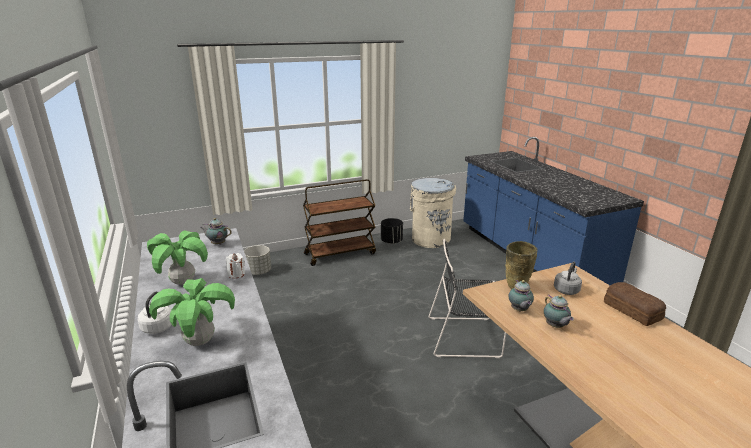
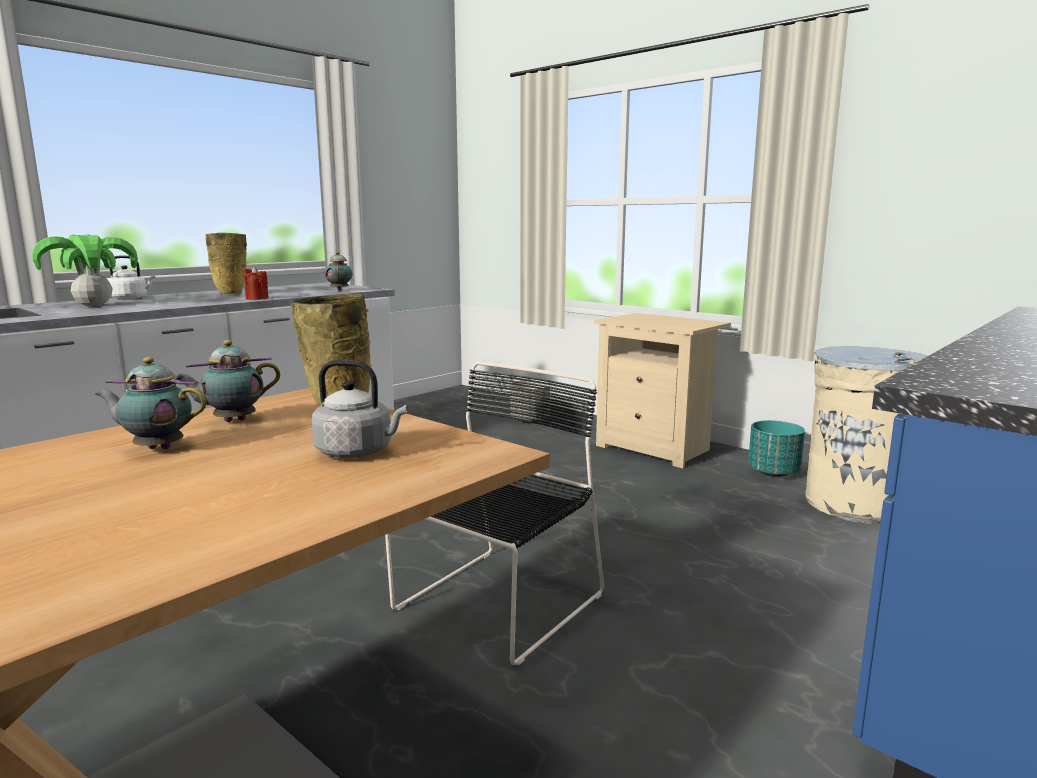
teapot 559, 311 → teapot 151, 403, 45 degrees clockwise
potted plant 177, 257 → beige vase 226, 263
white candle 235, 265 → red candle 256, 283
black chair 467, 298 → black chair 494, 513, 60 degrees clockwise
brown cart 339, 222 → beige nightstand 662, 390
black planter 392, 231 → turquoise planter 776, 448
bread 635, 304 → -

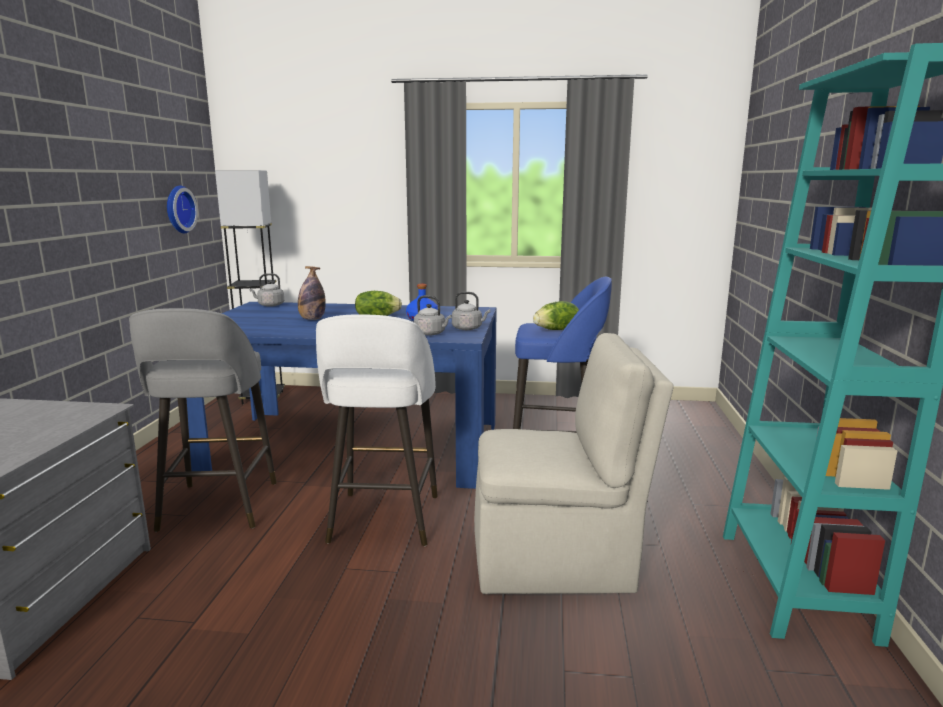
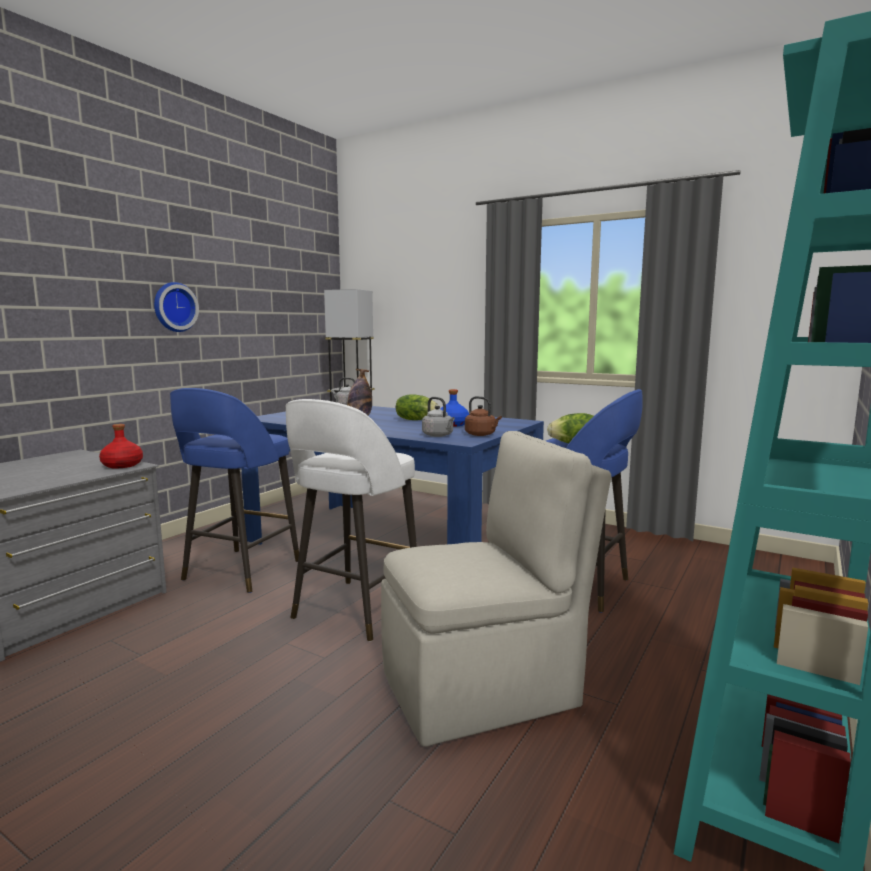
- → red bottle 121, 446
wall clock 182, 209 → wall clock 176, 307, shifted
grey stool 203, 420 → blue stool 234, 490
beige chair 574, 463 → beige chair 496, 589, 45 degrees counterclockwise
grey kettle 471, 311 → brown kettle 483, 416

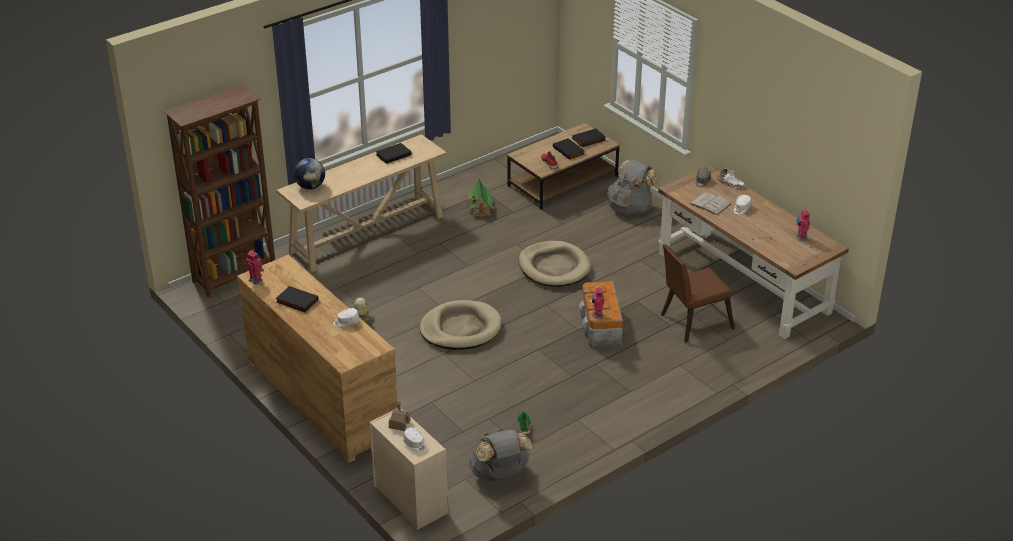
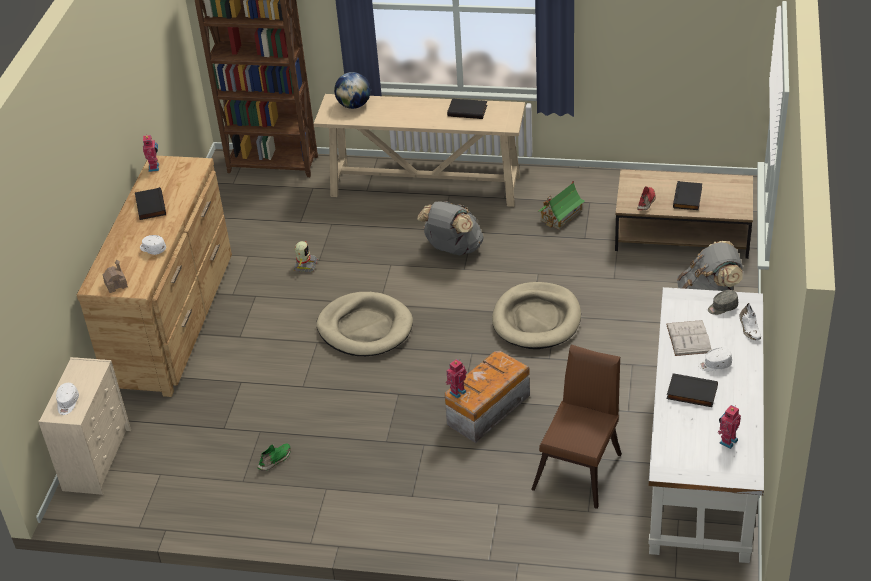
toy house 399, 416 → toy house 115, 276, shifted
grey backpack 501, 455 → grey backpack 450, 228, shifted
brown chair 698, 293 → brown chair 576, 427, 90 degrees clockwise
brown desk 753, 252 → white desk 706, 425
black book 589, 137 → black book 692, 390, shifted

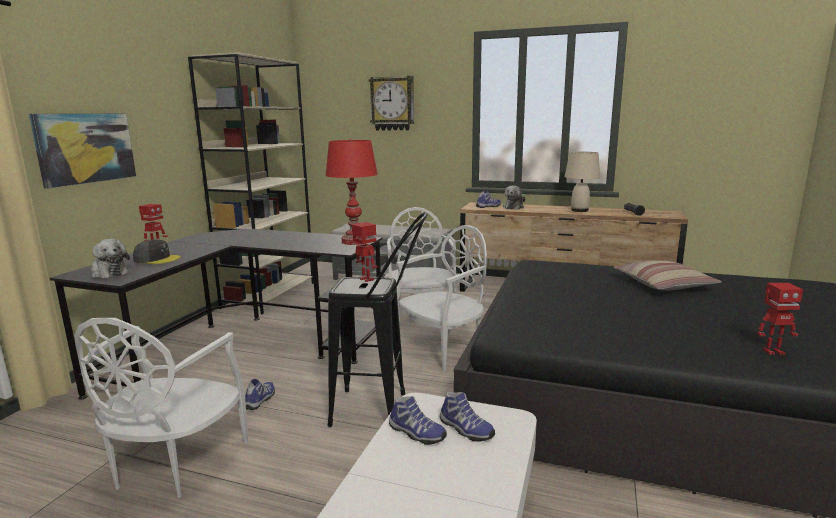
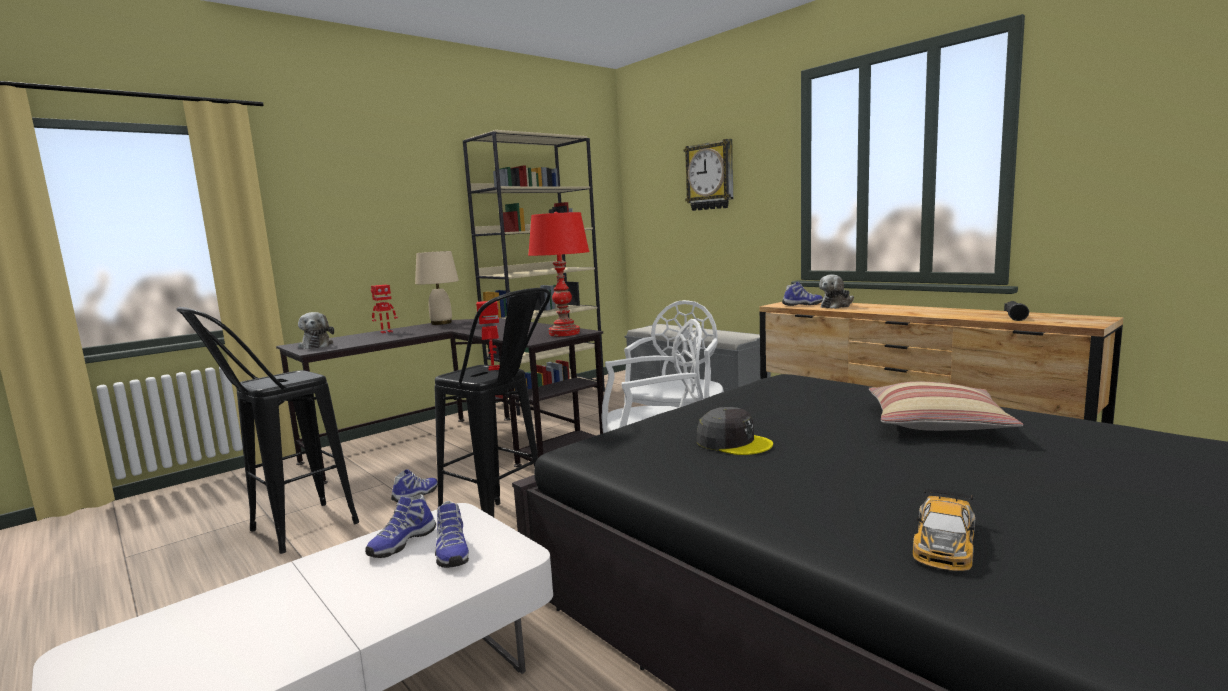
white chair 161, 408 → black stool 267, 430
shoe 418, 420 → shoe 400, 526, 60 degrees clockwise
beige table lamp 582, 182 → beige table lamp 437, 288, shifted
grey cap 157, 252 → grey cap 735, 431, shifted
toy robot 780, 319 → toy car 944, 529
picture 82, 151 → -

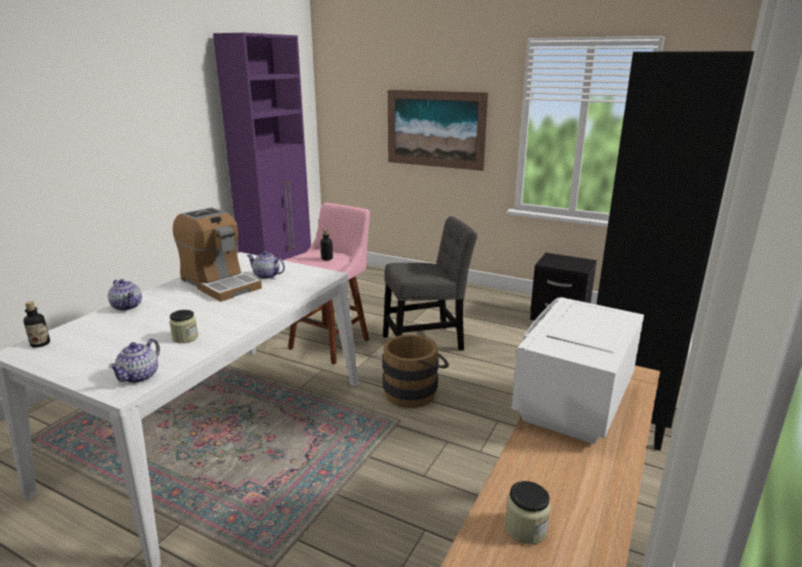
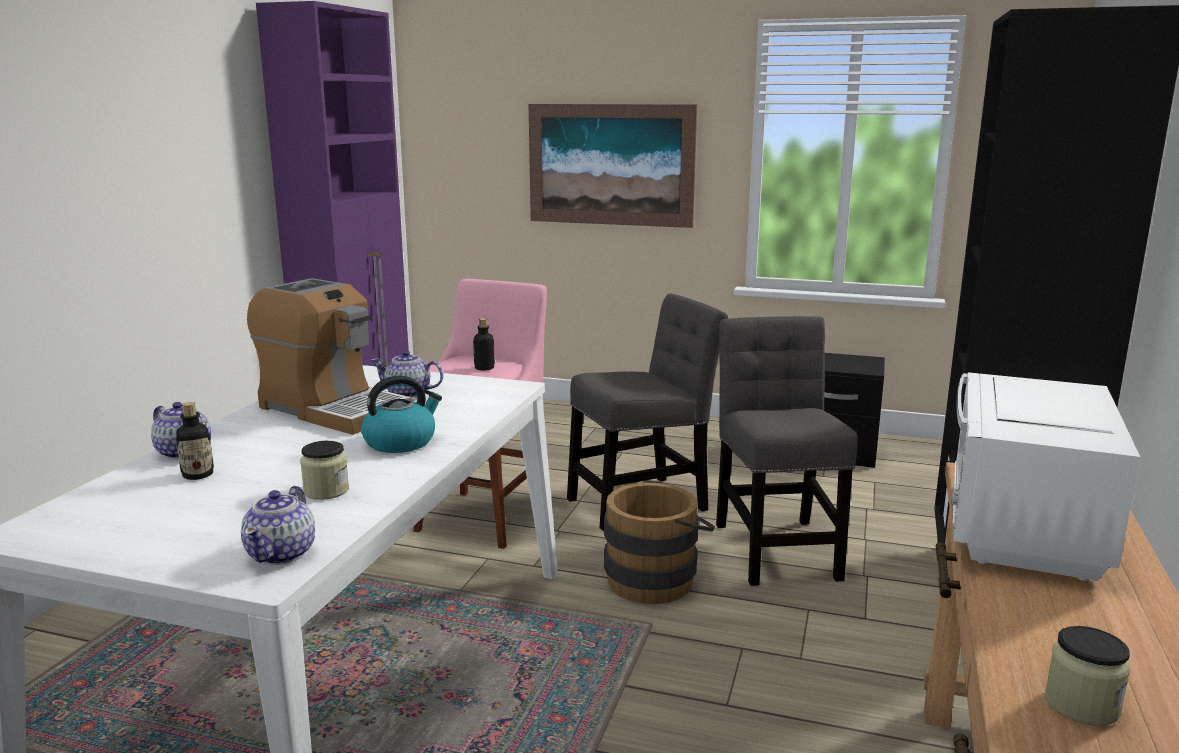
bottle 36, 324 → bottle 195, 441, shifted
- → kettle 401, 414
- → grey chair 787, 451

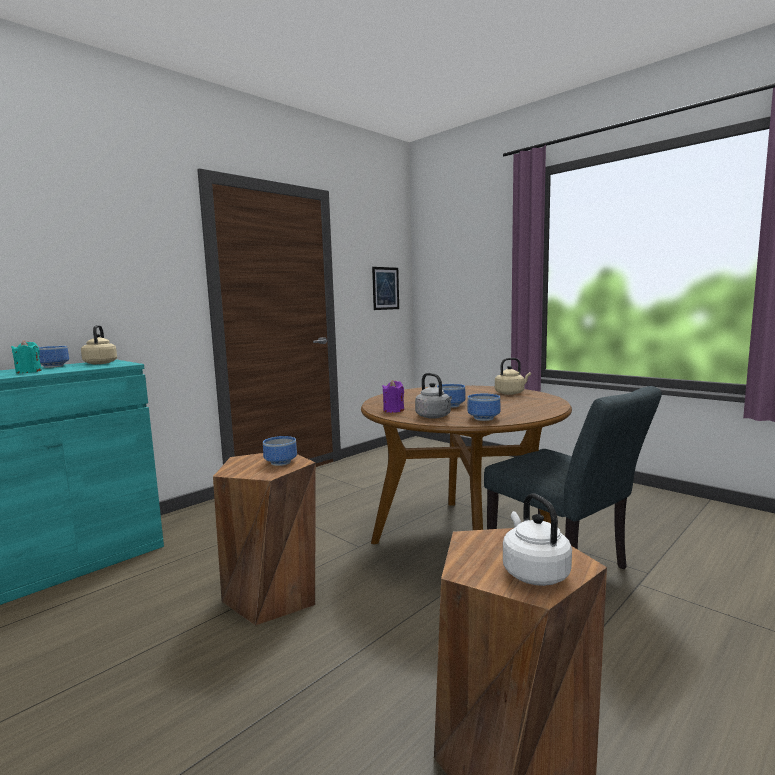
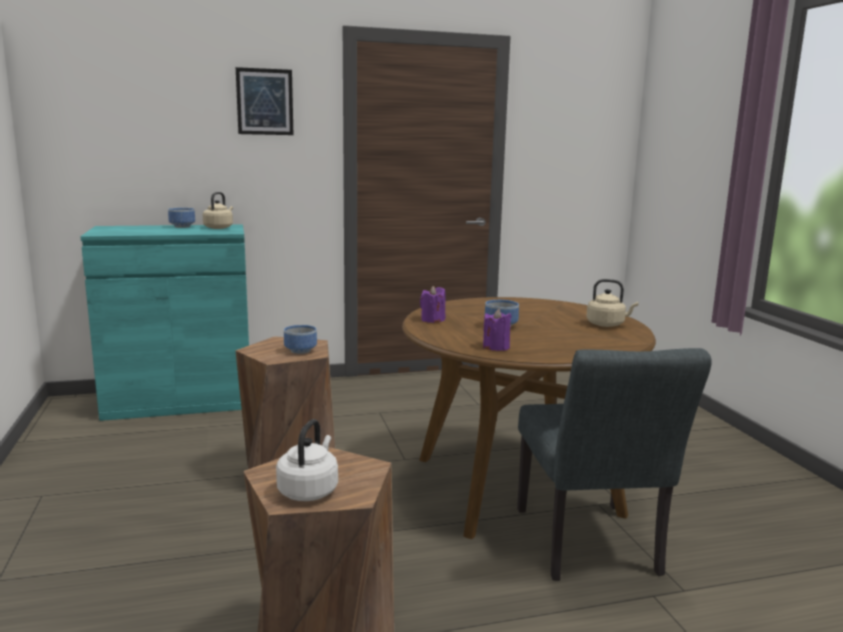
picture 385, 288 → picture 265, 101, shifted
bowl 484, 407 → purple candle 497, 330
turquoise candle 26, 357 → -
grey kettle 433, 396 → -

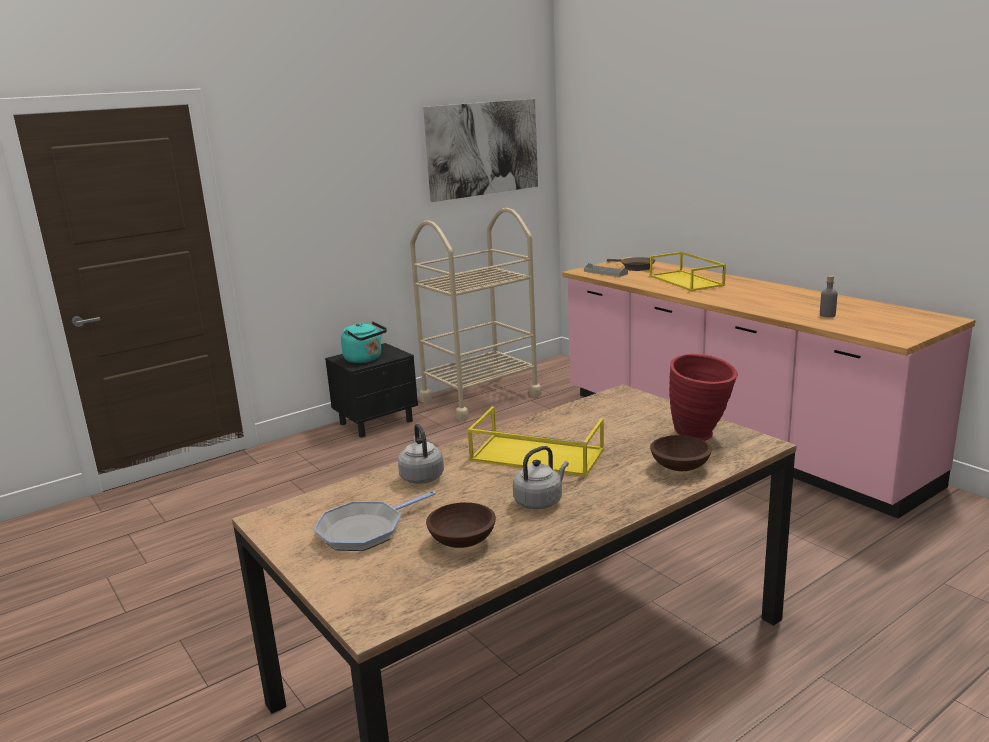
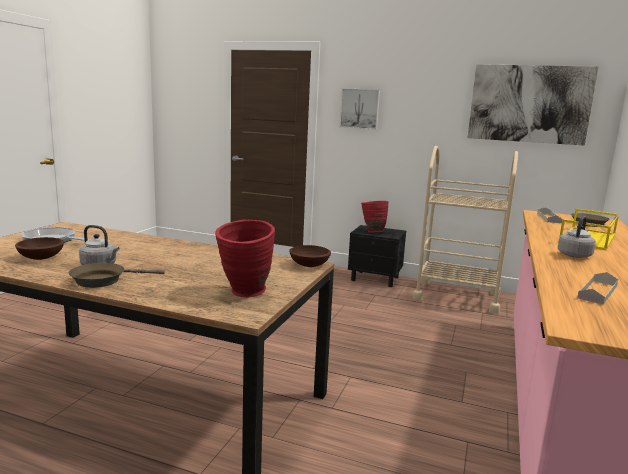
- → brown frying pan 116, 275
brown bowl 681, 453 → brown bowl 310, 256, shifted
- → picture 359, 109
turquoise kettle 364, 342 → red vase 375, 216
grey kettle 421, 453 → grey kettle 577, 237, shifted
grey bottle 829, 296 → grey tray 597, 288
yellow tray 535, 442 → -

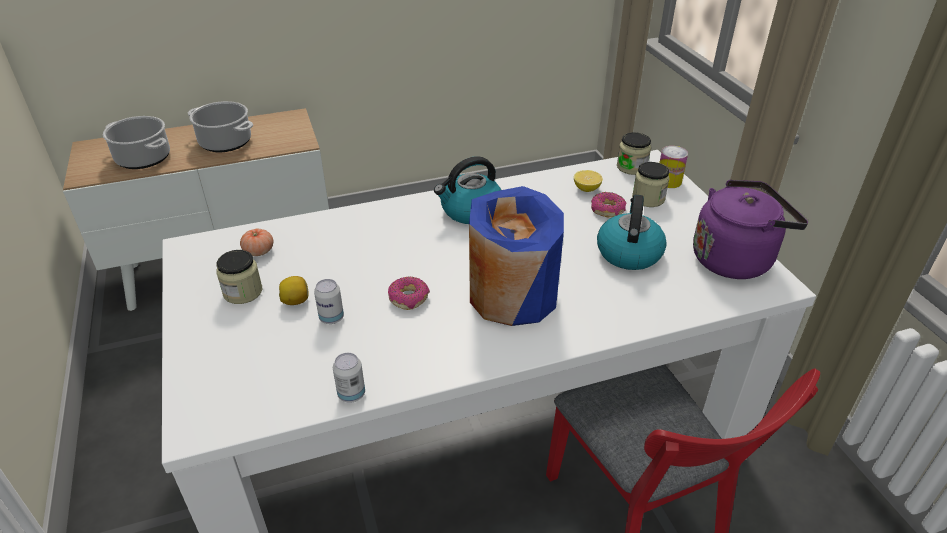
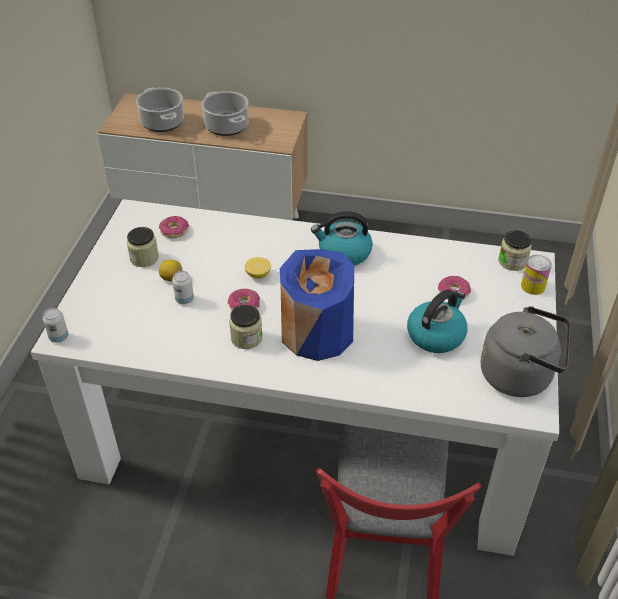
can 349, 378 → can 55, 325, shifted
tomato 257, 242 → donut 174, 227
jar 650, 184 → jar 246, 327, shifted
lemon 588, 181 → lemon 258, 268, shifted
purple kettle 750, 229 → grey kettle 526, 351

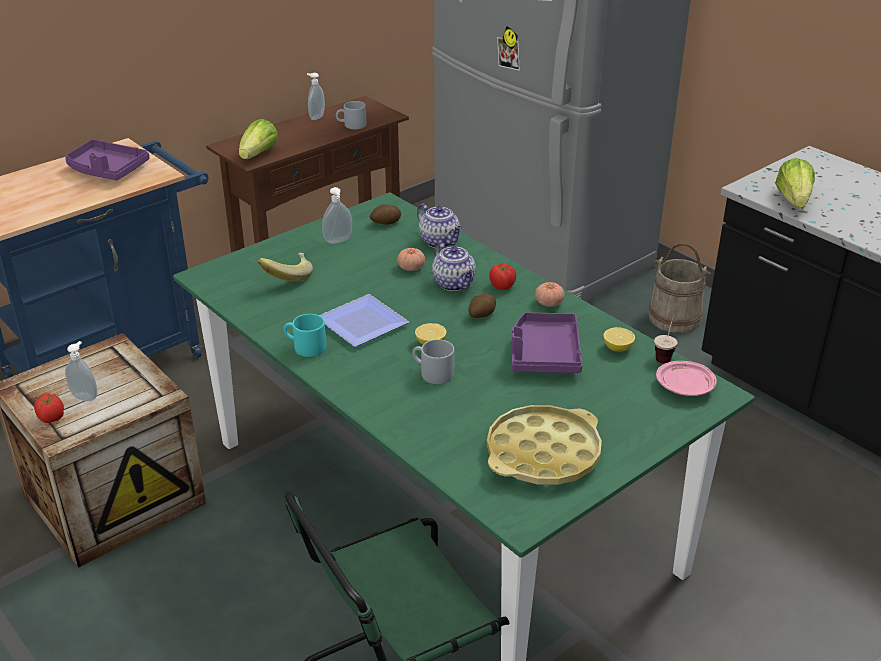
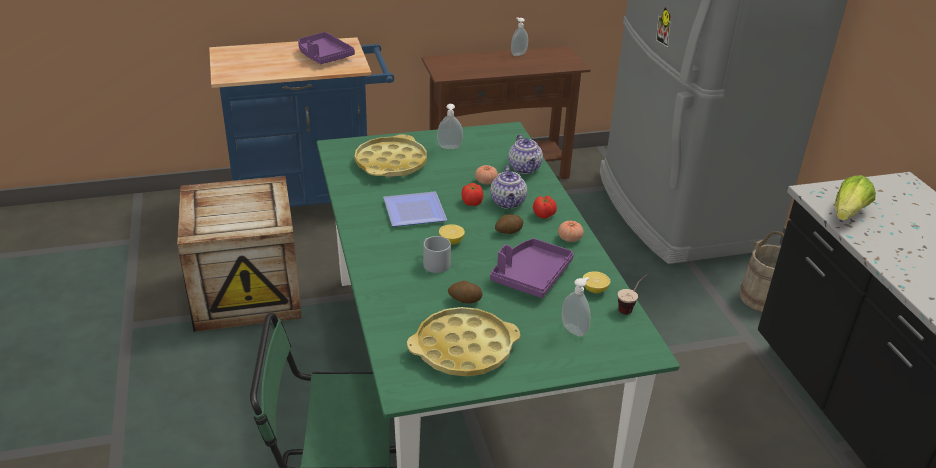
banana 285, 267 → yellow tray 391, 155
potato 385, 214 → potato 465, 292, shifted
tomato 49, 408 → tomato 472, 194, shifted
soap dispenser 81, 371 → soap dispenser 576, 306, shifted
lettuce 258, 139 → -
turquoise mug 304, 335 → -
grey mug 351, 115 → -
pink plate 686, 378 → -

